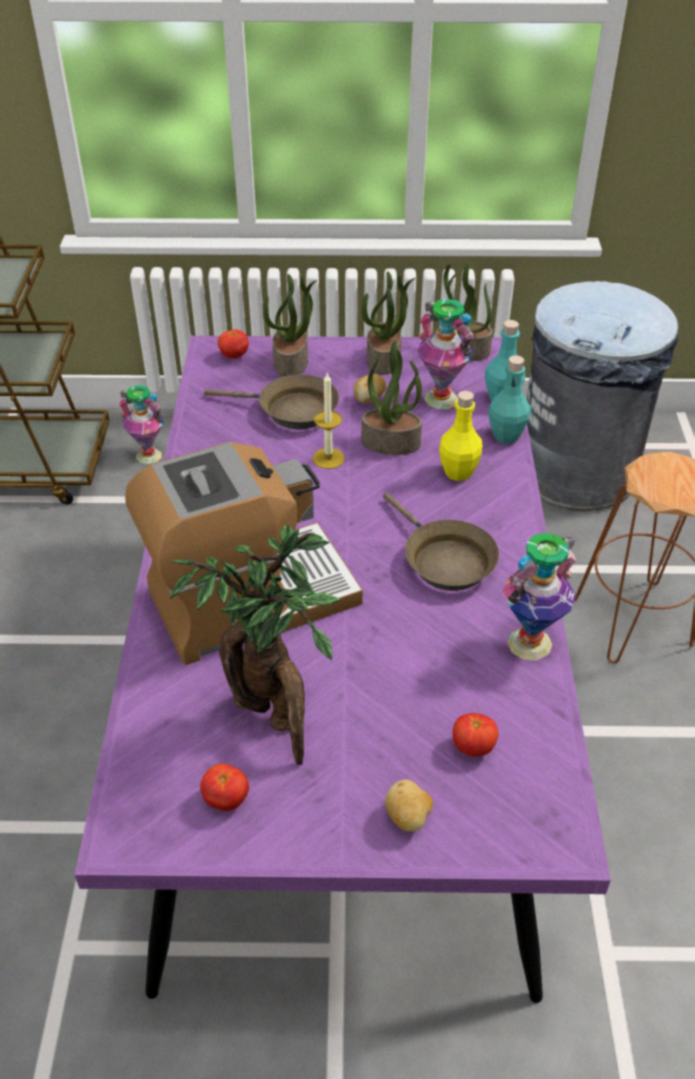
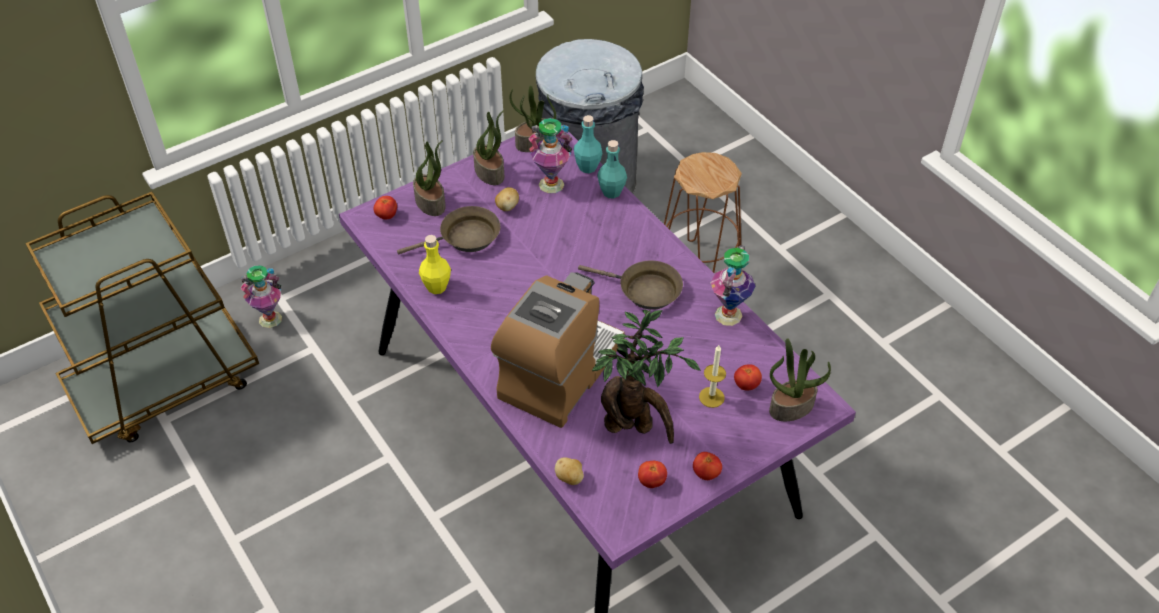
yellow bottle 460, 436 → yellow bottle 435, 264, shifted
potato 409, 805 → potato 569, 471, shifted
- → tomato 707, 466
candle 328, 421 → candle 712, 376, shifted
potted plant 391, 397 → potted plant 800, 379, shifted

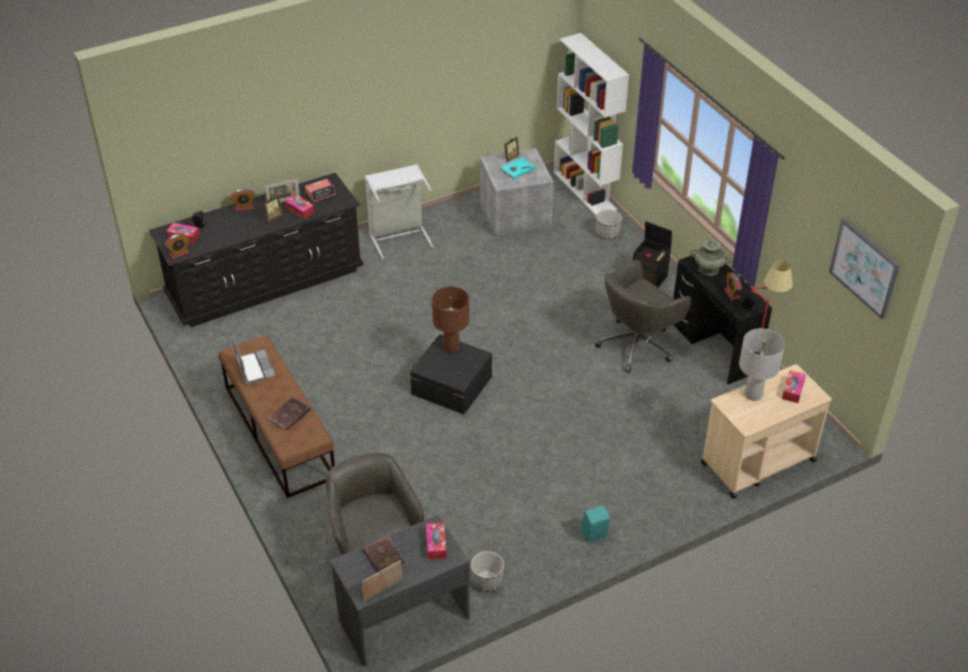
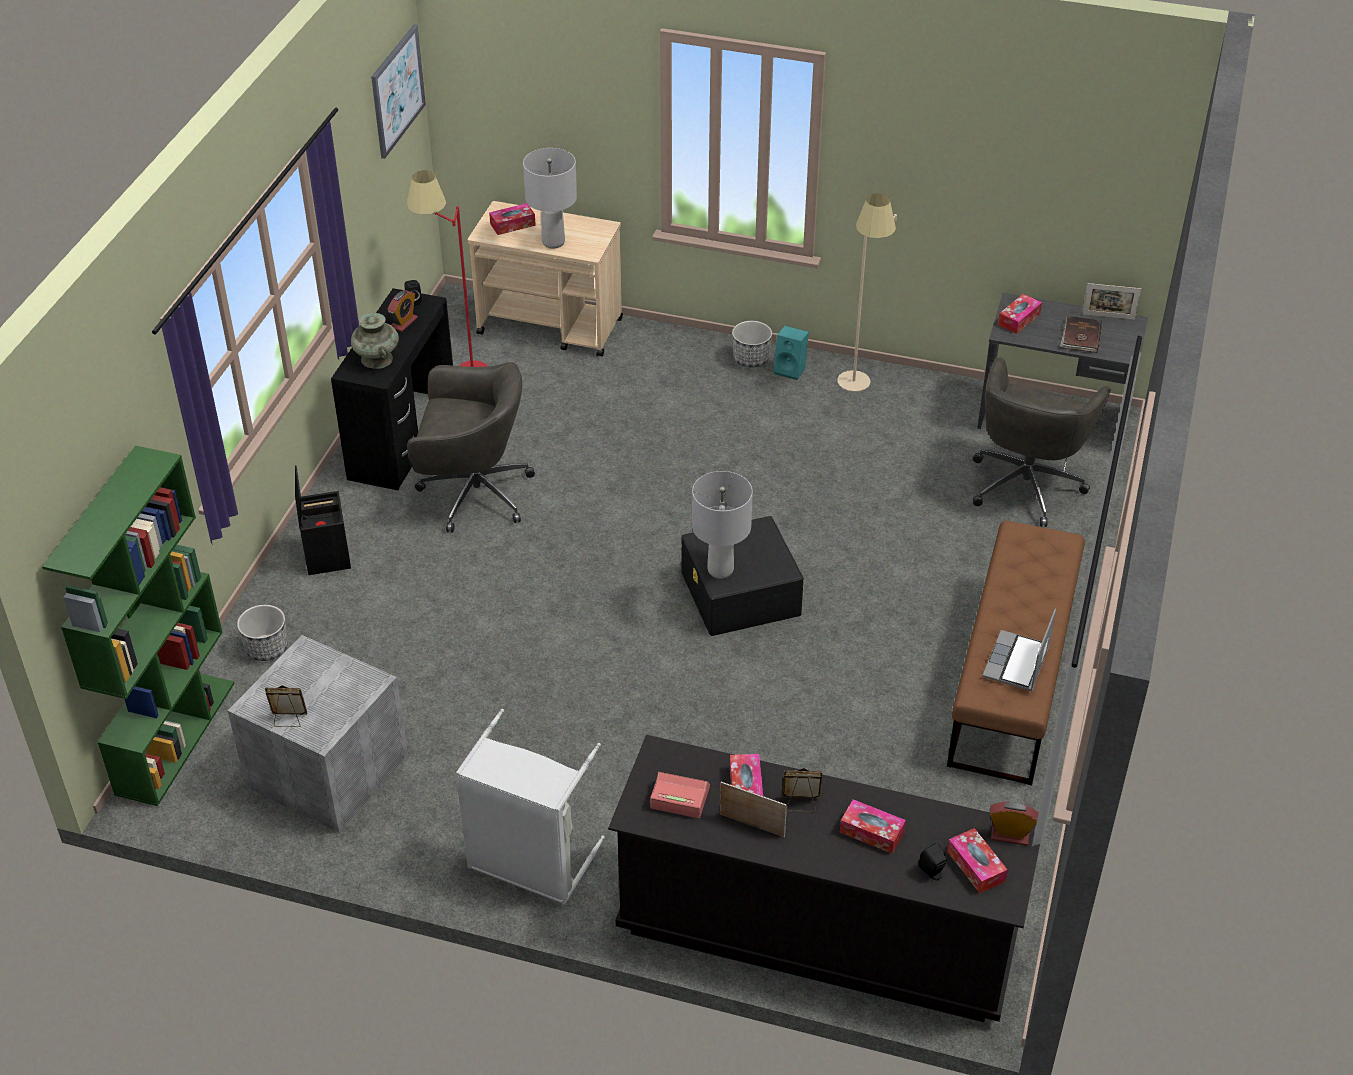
white bookcase 591, 124 → green bookcase 138, 626
brown table lamp 450, 320 → grey table lamp 722, 525
planter 487, 571 → planter 752, 344, shifted
- → beige floor lamp 867, 292
- → tissue box 873, 826
alarm clock 242, 200 → -
brown book 289, 413 → -
turquoise book 517, 168 → -

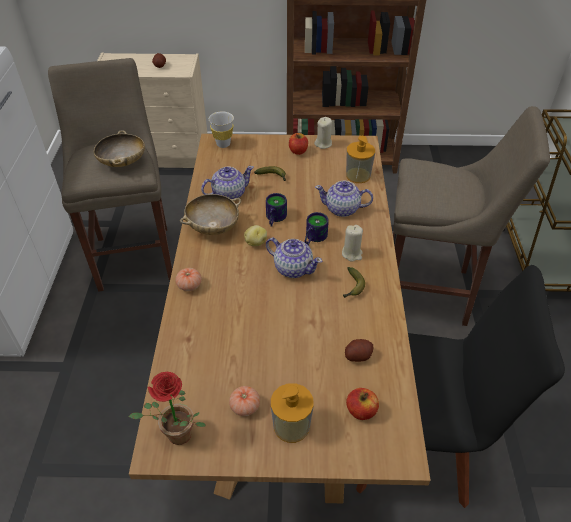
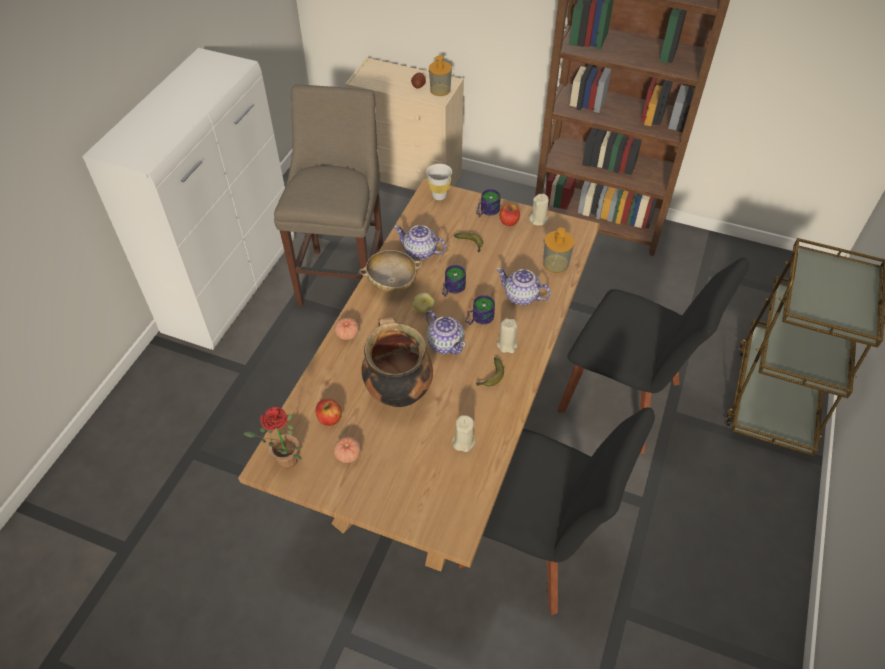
apple 362, 404 → apple 329, 412, shifted
- → cooking pot 397, 362
teapot 227, 182 → teapot 420, 242, 150 degrees counterclockwise
soap dispenser 292, 413 → soap dispenser 440, 75, shifted
potato 359, 350 → beige candle 463, 433
- → mug 488, 203
beige stool 471, 216 → black chair 653, 356
beige bowl 119, 148 → -

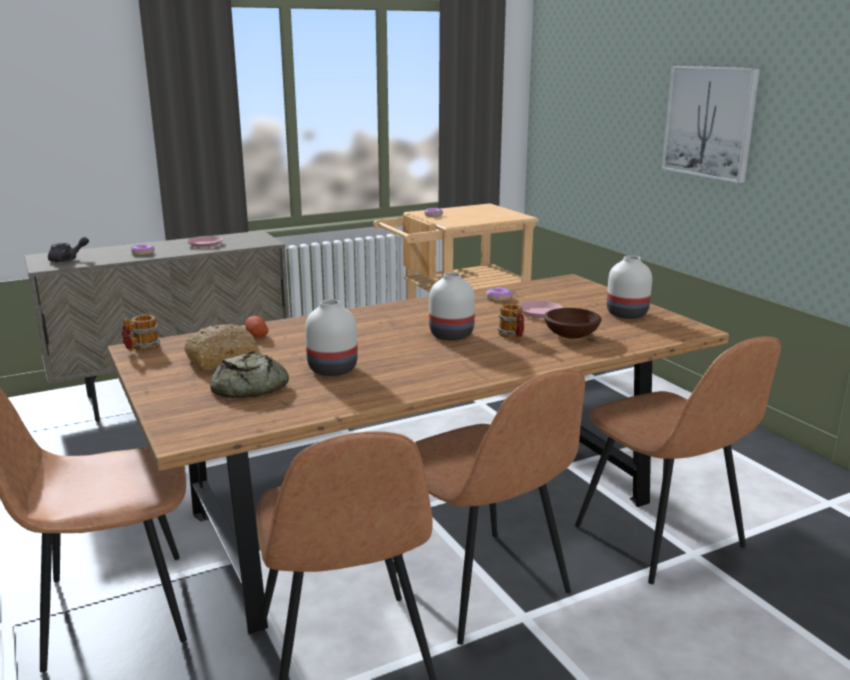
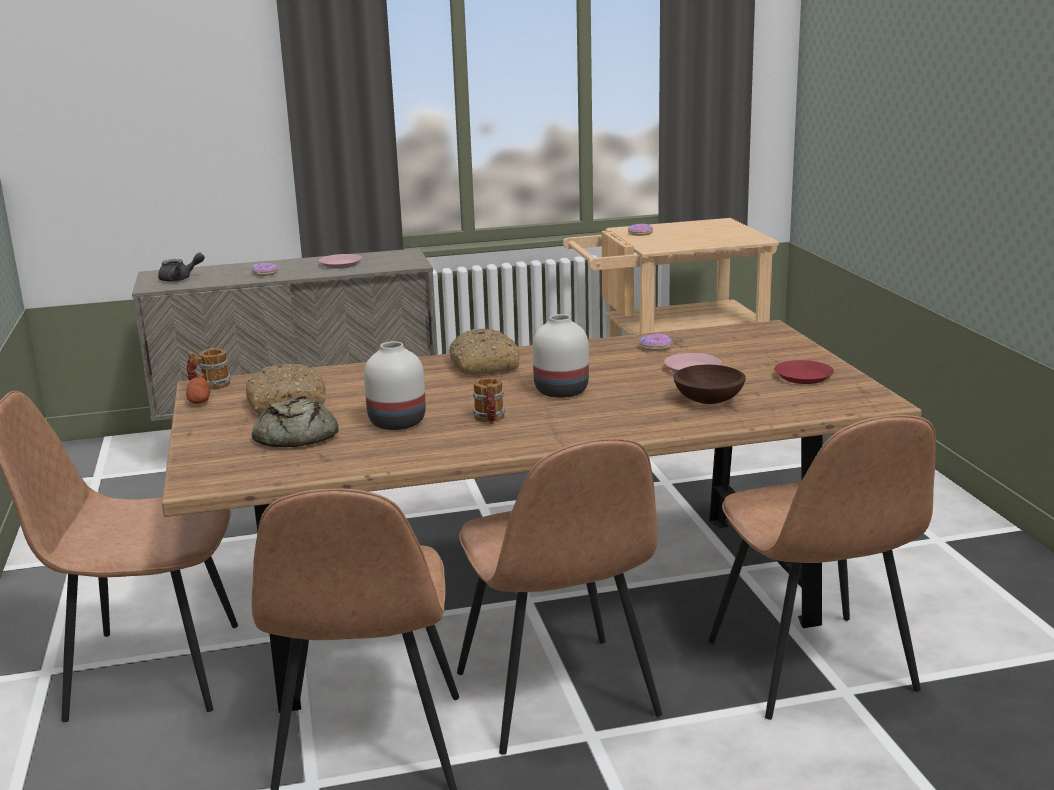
potato 256, 326 → potato 198, 390, shifted
- → bread 484, 351
mug 510, 321 → mug 489, 400, shifted
white vase 629, 287 → red plate 804, 372
picture 711, 124 → -

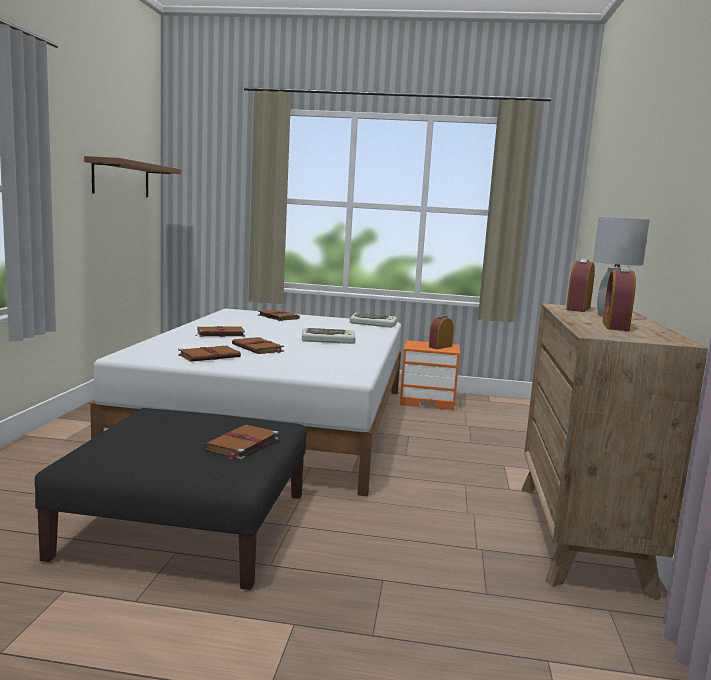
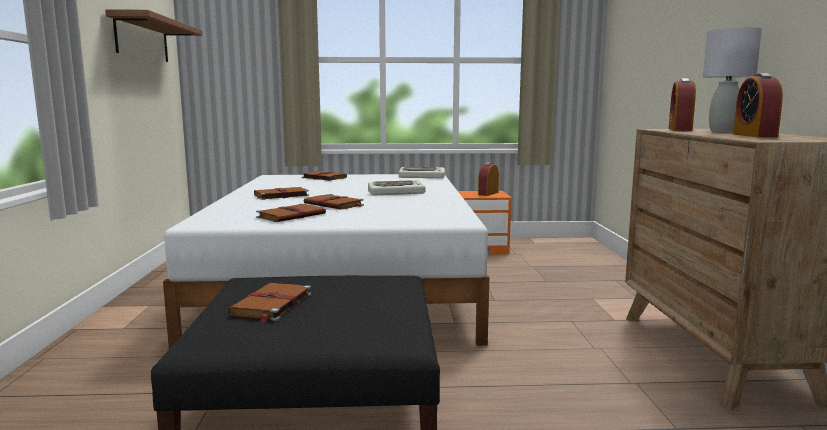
brown book 241, 442 → brown book 269, 302, shifted

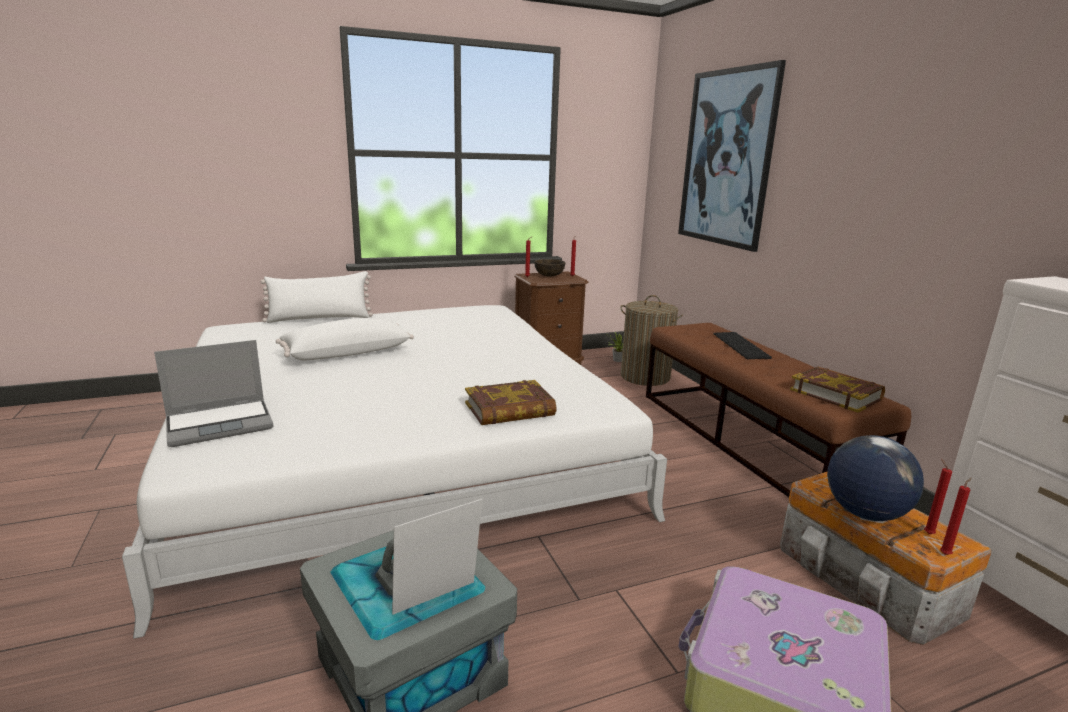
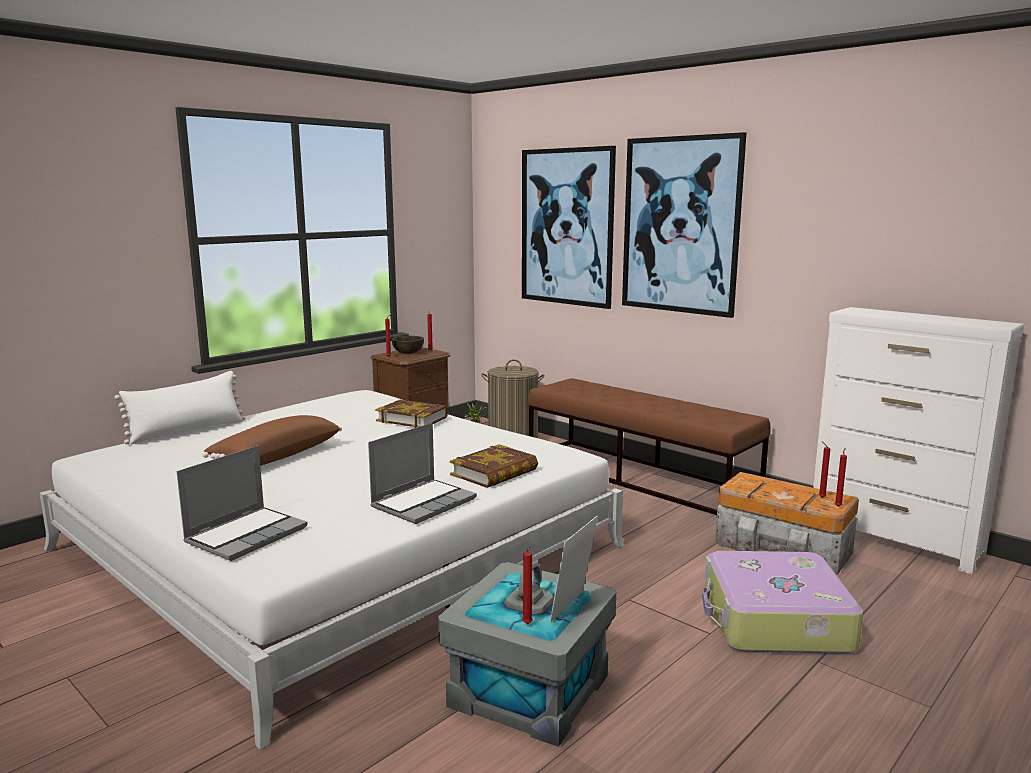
white pillow 345, 339 → brown pillow 272, 440
- → laptop 422, 473
book 837, 390 → book 411, 414, shifted
- → red candle 529, 583
- → picture 684, 225
keyboard 742, 345 → -
globe 875, 478 → -

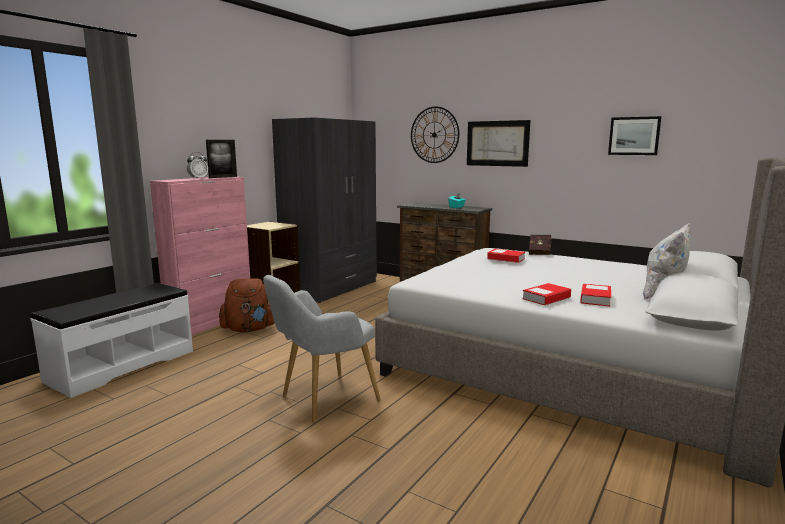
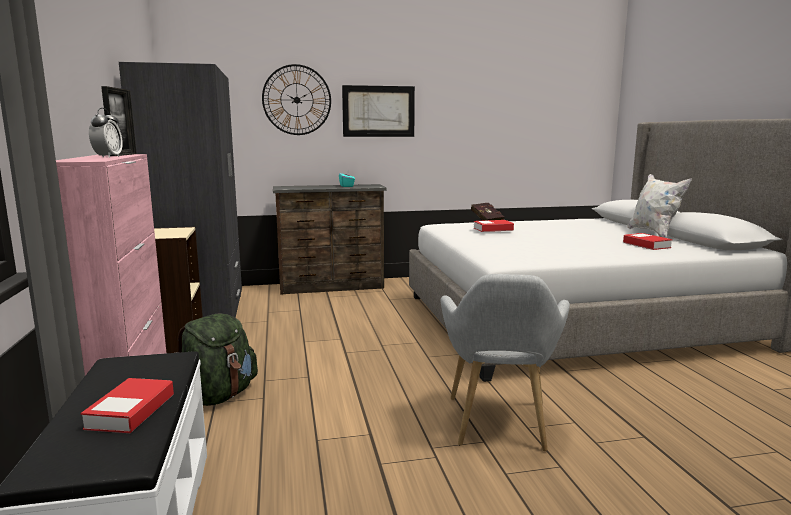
book 546, 294 → book 127, 405, shifted
brown backpack 247, 305 → green backpack 217, 359
picture 634, 135 → -

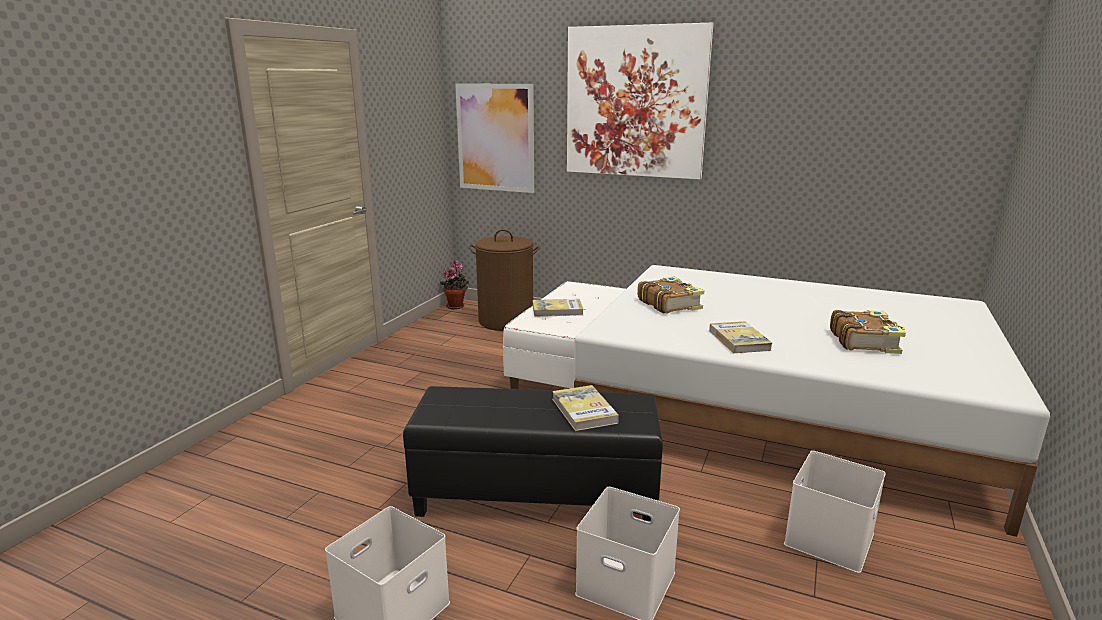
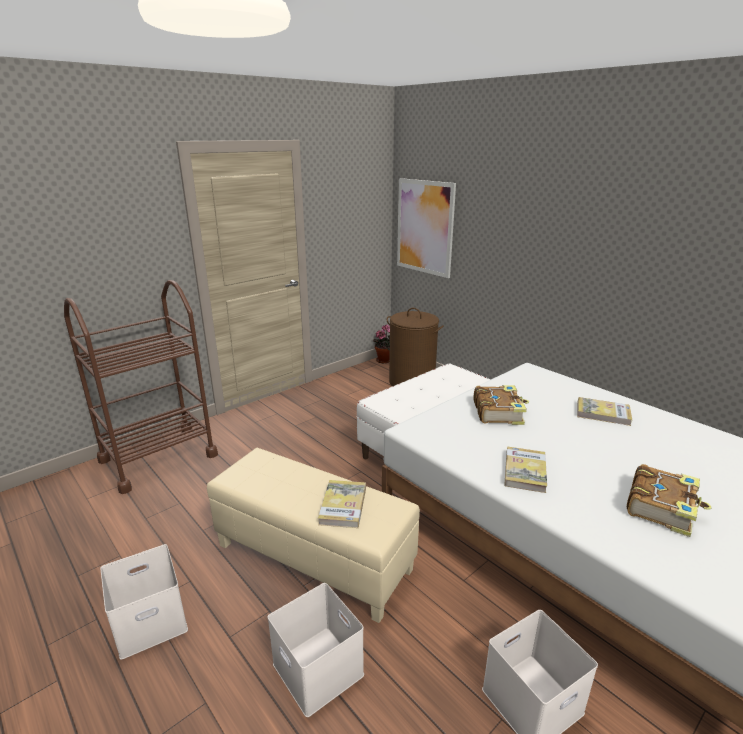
- → brown cart 141, 387
black ottoman 533, 454 → beige ottoman 313, 535
book 558, 308 → book 604, 411, shifted
picture 640, 101 → -

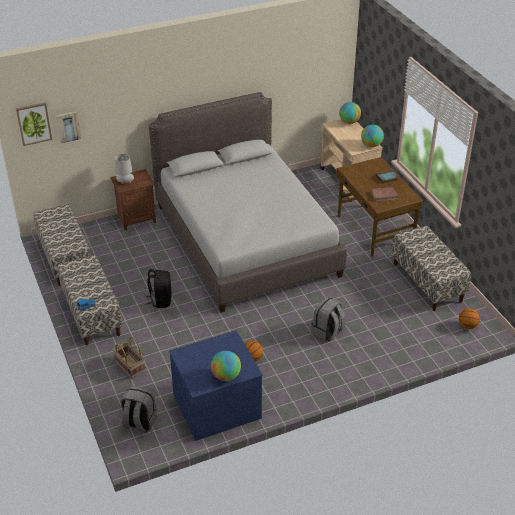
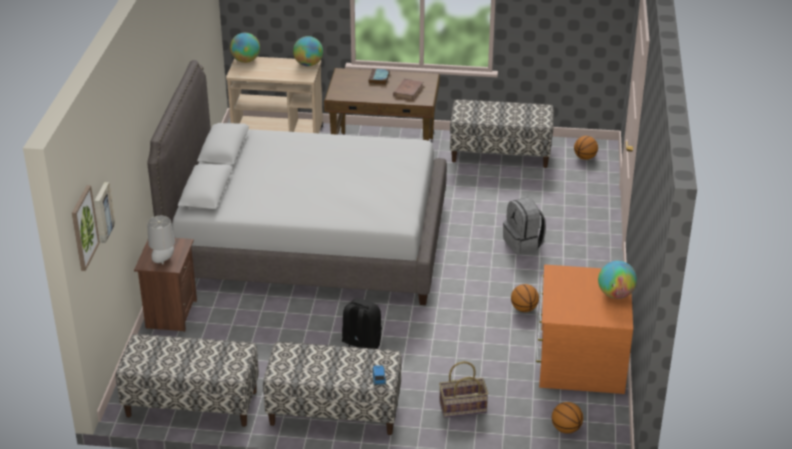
blue dresser 216, 385 → orange dresser 584, 329
grey backpack 139, 409 → basketball 567, 418

